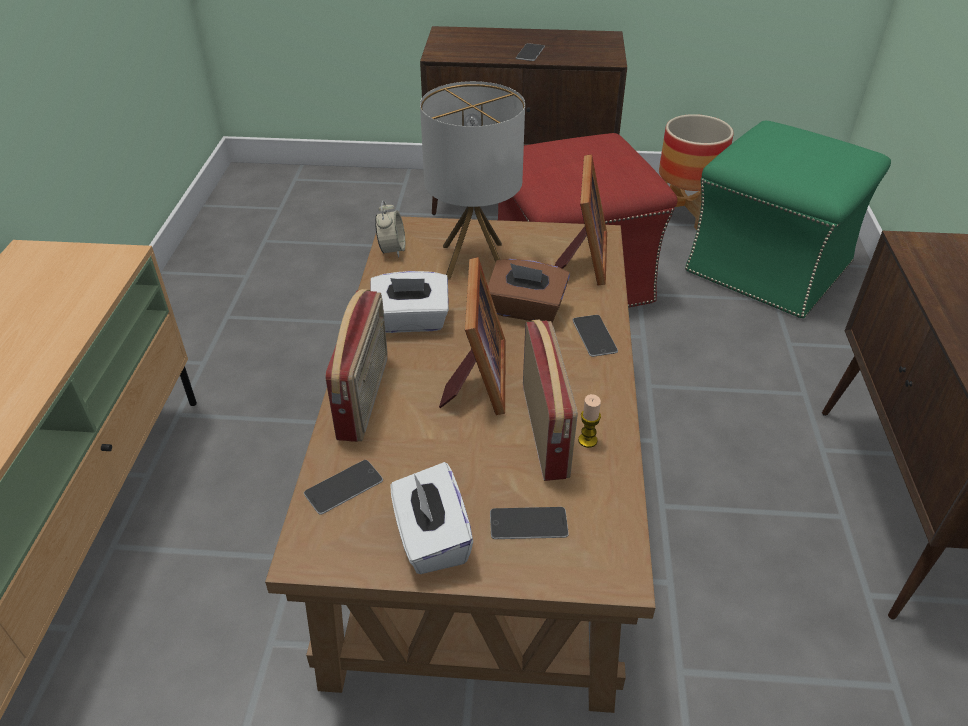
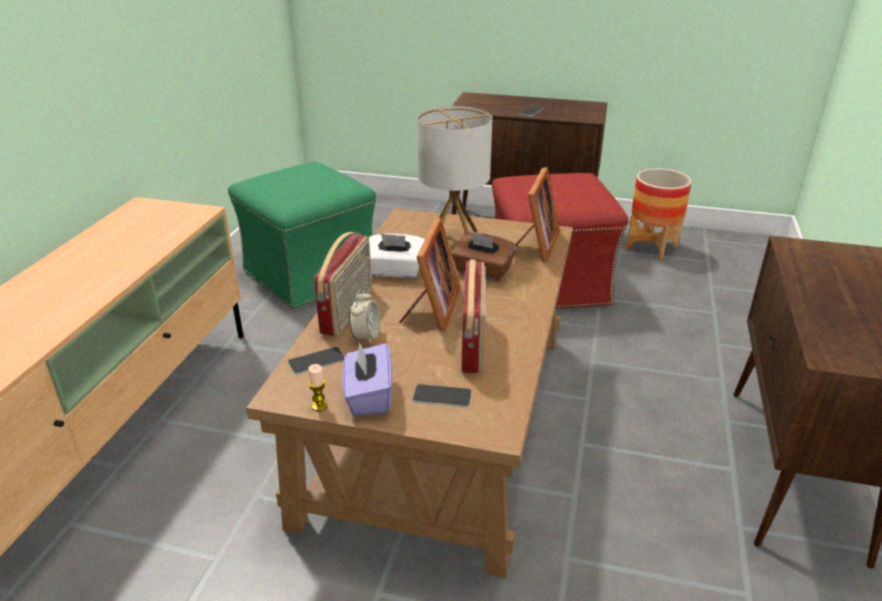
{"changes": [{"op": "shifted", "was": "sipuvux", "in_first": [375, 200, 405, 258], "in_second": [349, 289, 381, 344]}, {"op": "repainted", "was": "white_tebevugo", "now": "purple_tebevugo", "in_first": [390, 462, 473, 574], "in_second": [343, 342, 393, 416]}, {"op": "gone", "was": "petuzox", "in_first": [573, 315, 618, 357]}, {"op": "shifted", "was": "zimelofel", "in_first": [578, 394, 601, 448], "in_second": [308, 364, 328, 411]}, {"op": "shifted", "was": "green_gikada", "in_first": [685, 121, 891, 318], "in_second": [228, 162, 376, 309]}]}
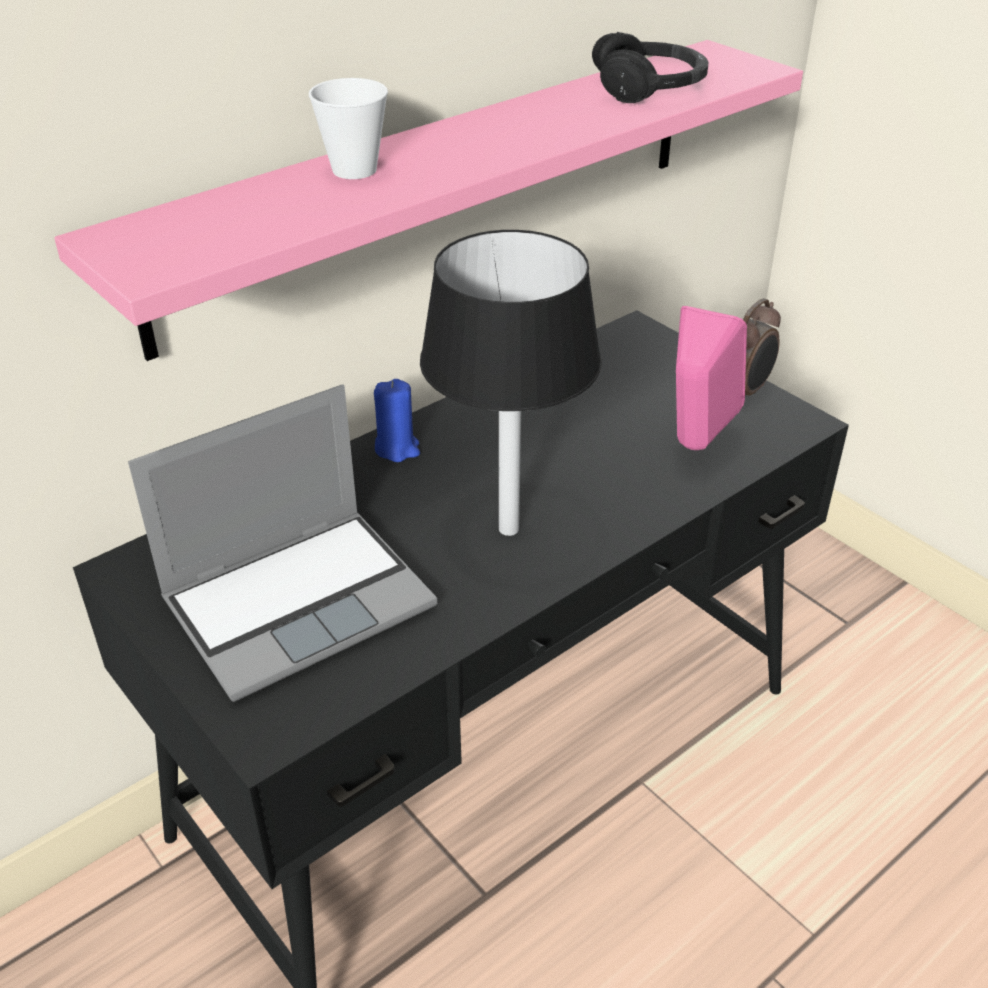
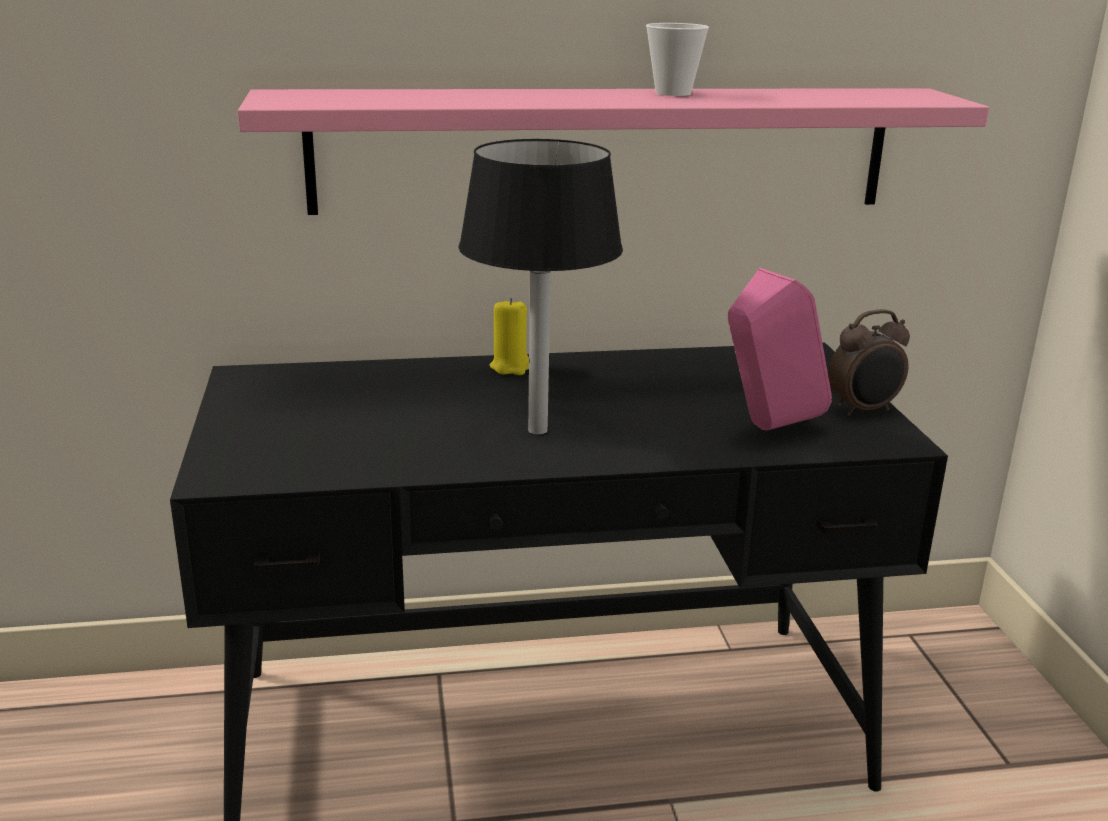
{"changes": [{"op": "gone", "was": "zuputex", "in_first": [128, 385, 437, 702]}, {"op": "shifted", "was": "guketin", "in_first": [309, 78, 388, 179], "in_second": [646, 23, 709, 96]}, {"op": "repainted", "was": "blue_zimelofel", "now": "yellow_zimelofel", "in_first": [374, 379, 420, 462], "in_second": [490, 298, 529, 375]}, {"op": "gone", "was": "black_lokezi", "in_first": [592, 32, 708, 103]}]}
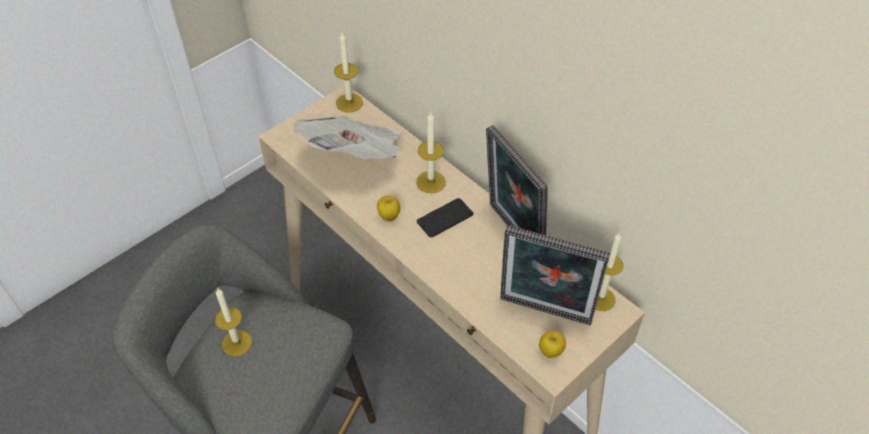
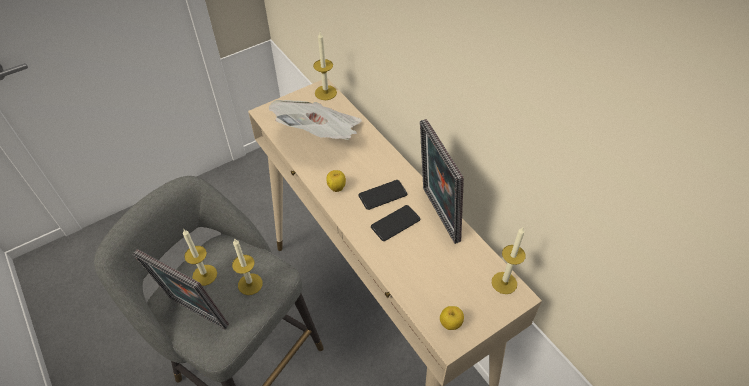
{"changes": [{"op": "shifted", "was": "zimelofel", "in_first": [416, 113, 446, 193], "in_second": [232, 238, 263, 295]}, {"op": "shifted", "was": "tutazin", "in_first": [500, 225, 610, 325], "in_second": [132, 249, 229, 329]}, {"op": "new", "now": "petuzox", "in_second": [371, 205, 420, 241]}]}
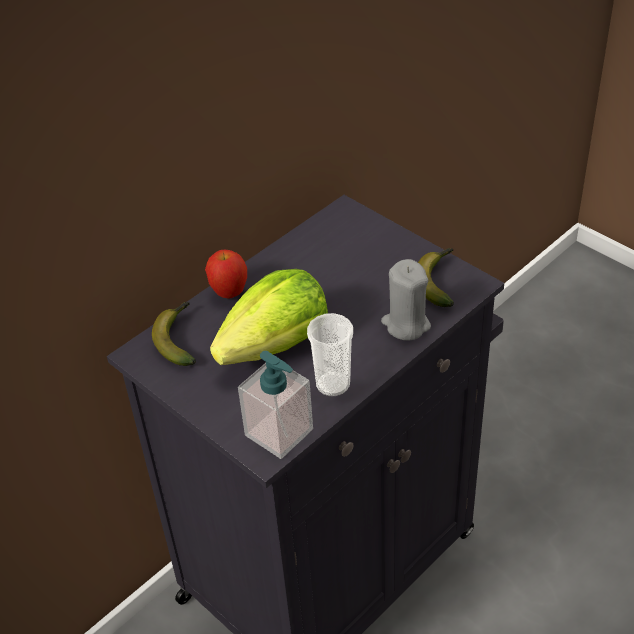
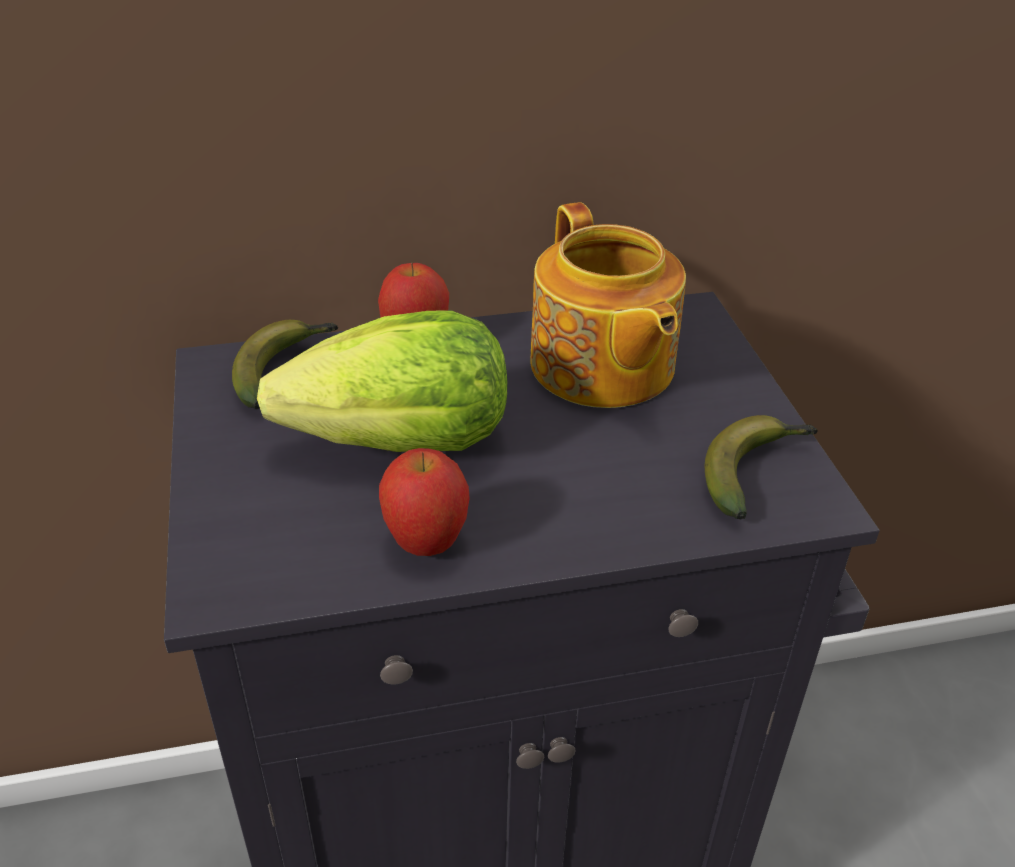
{"changes": [{"op": "gone", "was": "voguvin", "in_first": [238, 351, 313, 459]}, {"op": "swapped", "was": "guketin", "now": "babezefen", "in_first": [307, 313, 353, 396], "in_second": [379, 448, 470, 556]}, {"op": "gone", "was": "grey_zimelofel", "in_first": [381, 259, 431, 340]}, {"op": "new", "now": "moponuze", "in_second": [530, 202, 686, 408]}]}
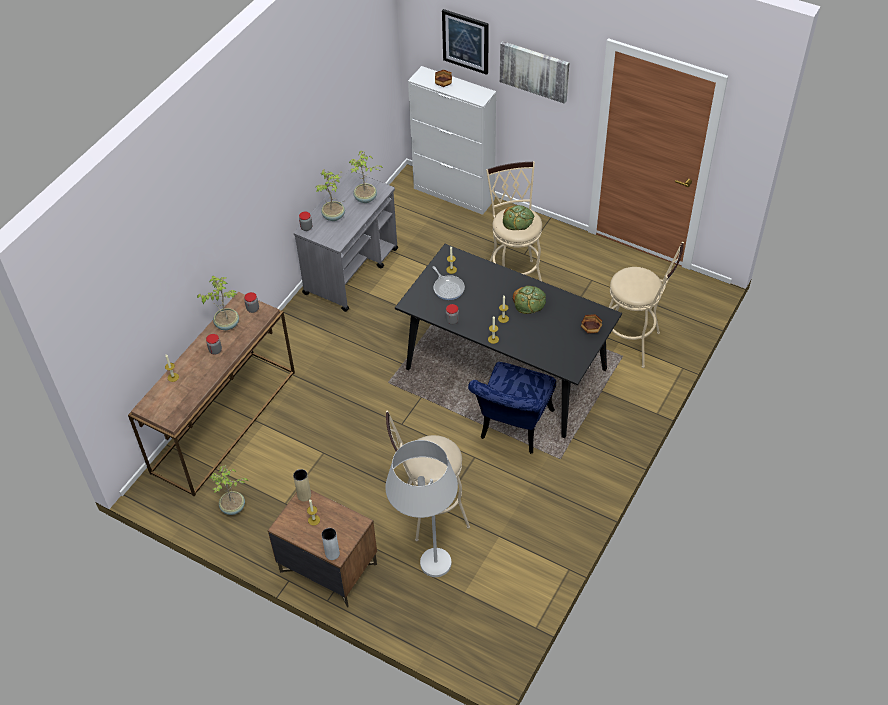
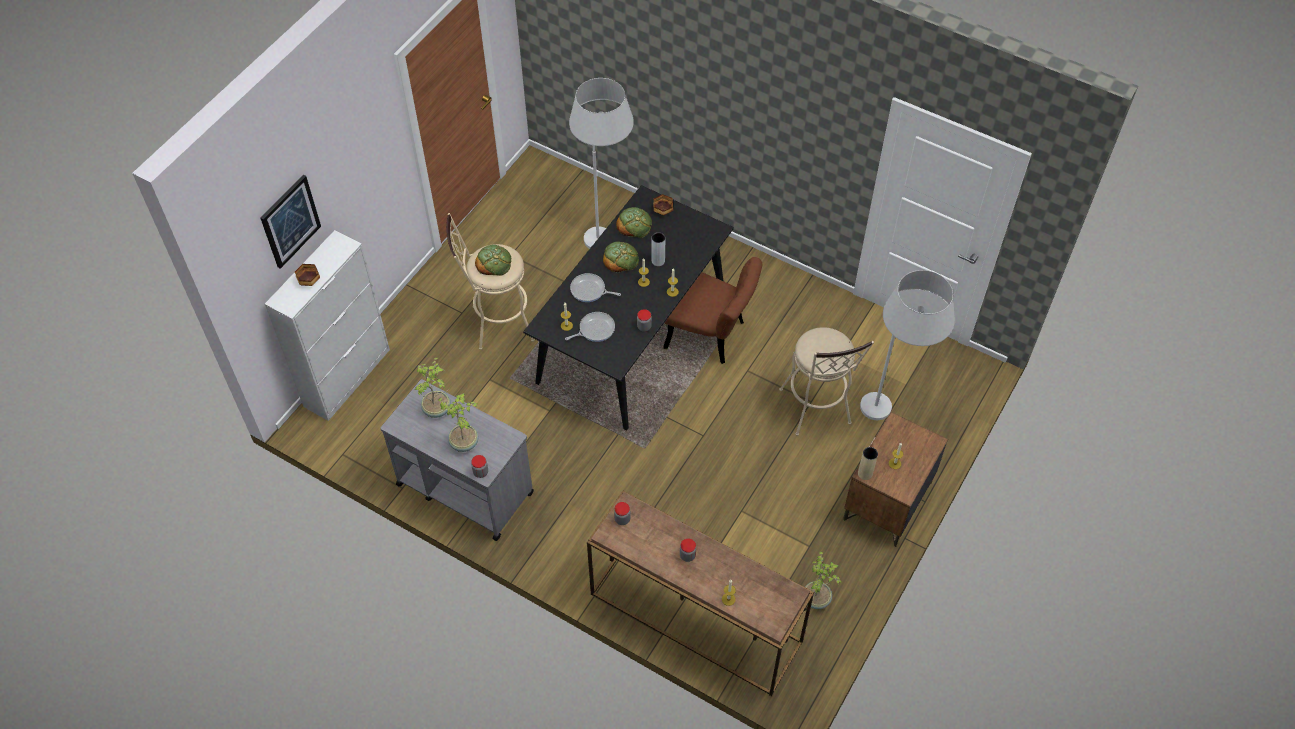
{"changes": [{"op": "gone", "was": "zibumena", "in_first": [197, 276, 239, 330]}, {"op": "shifted", "was": "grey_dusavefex", "in_first": [322, 528, 340, 560], "in_second": [651, 232, 665, 266]}, {"op": "repainted", "was": "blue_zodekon", "now": "brown_zodekon", "in_first": [468, 362, 556, 454], "in_second": [664, 257, 762, 364]}, {"op": "gone", "was": "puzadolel", "in_first": [500, 41, 569, 104]}, {"op": "swapped", "was": "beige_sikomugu", "now": "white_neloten", "in_first": [609, 242, 684, 368], "in_second": [569, 78, 634, 249]}, {"op": "new", "now": "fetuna", "in_second": [570, 273, 621, 302]}, {"op": "new", "now": "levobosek", "in_second": [616, 207, 652, 238]}]}
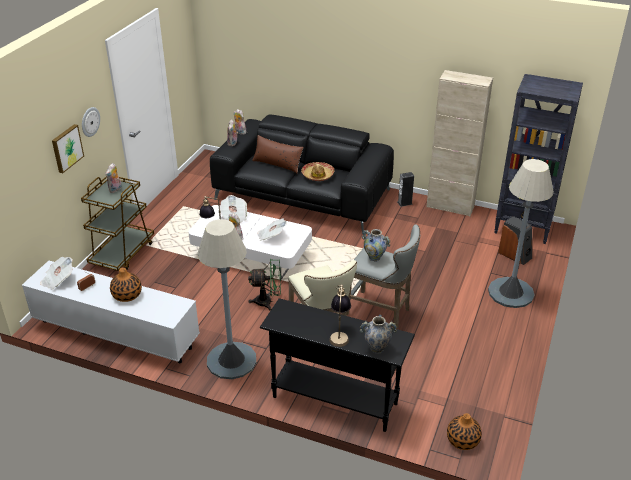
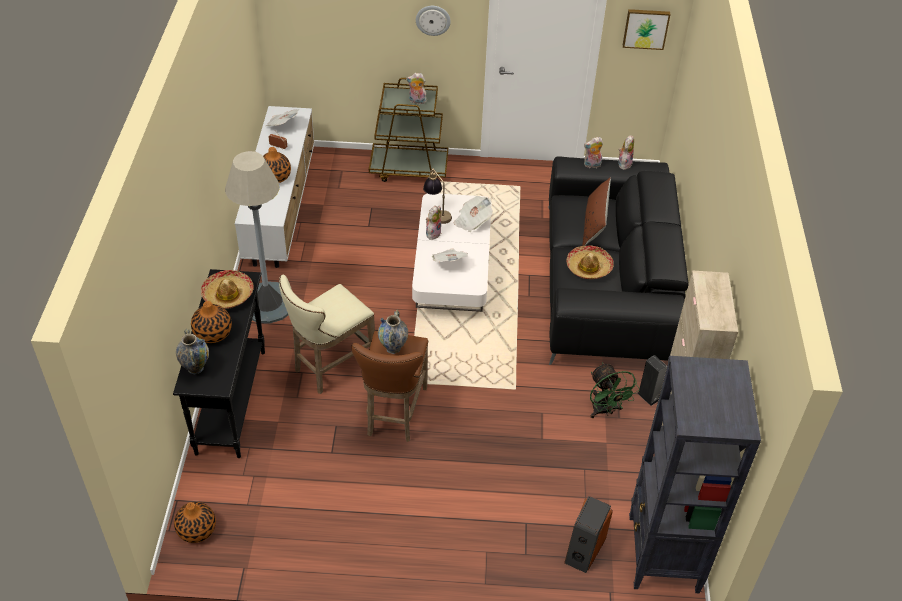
{"changes": [{"op": "shifted", "was": "puzadolel", "in_first": [52, 124, 84, 173], "in_second": [623, 9, 670, 50]}, {"op": "shifted", "was": "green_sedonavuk", "in_first": [248, 259, 281, 310], "in_second": [590, 362, 640, 418]}, {"op": "swapped", "was": "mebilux", "now": "dusavefex", "in_first": [329, 284, 351, 347], "in_second": [191, 301, 232, 343]}, {"op": "repainted", "was": "grey_sikomugu", "now": "brown_sikomugu", "in_first": [347, 224, 420, 329], "in_second": [352, 331, 428, 442]}, {"op": "gone", "was": "grey_neloten", "in_first": [488, 159, 554, 308]}, {"op": "new", "now": "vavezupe", "in_second": [201, 270, 254, 309]}]}
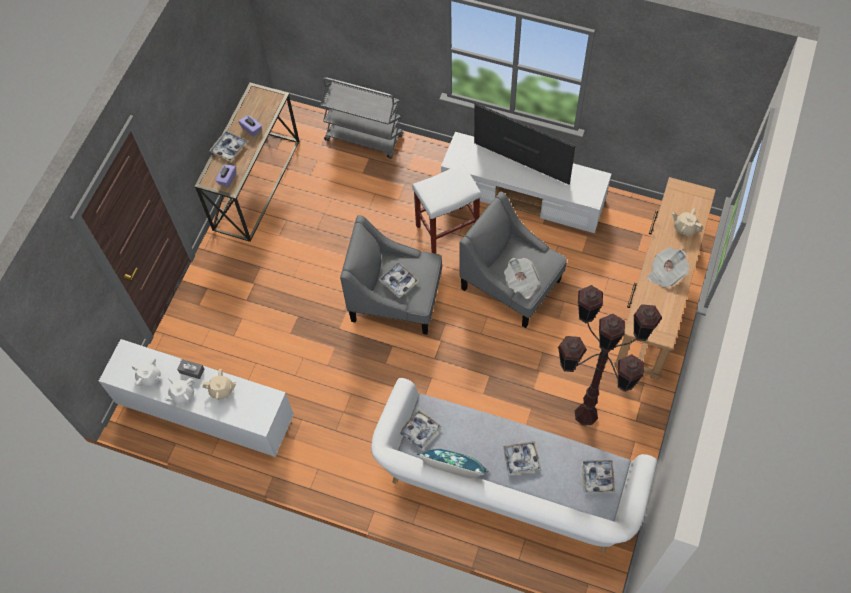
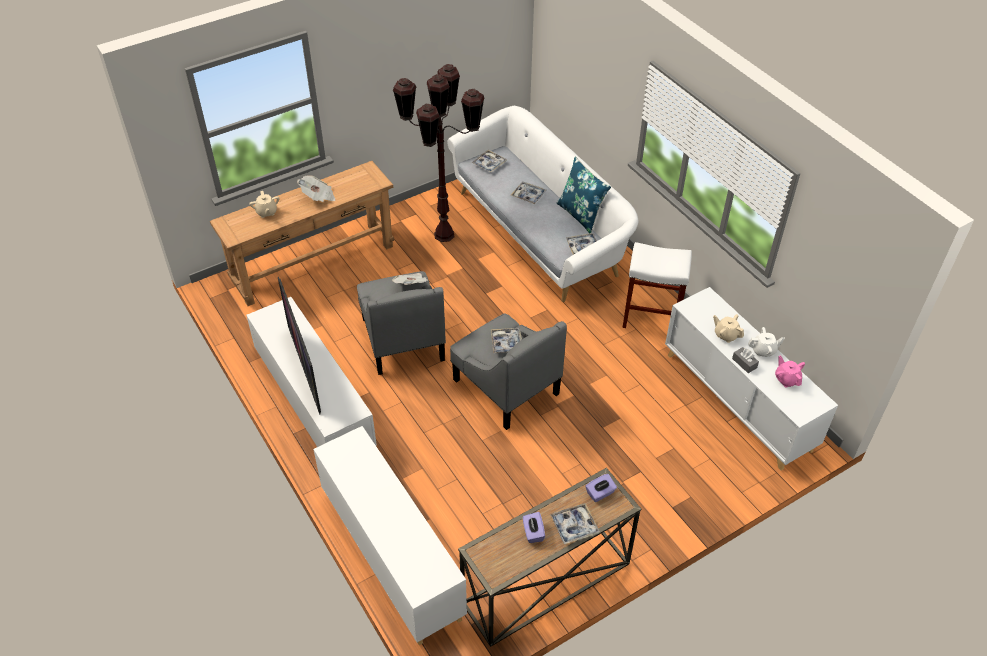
{"changes": [{"op": "repainted", "was": "white_moponuze", "now": "pink_moponuze", "in_first": [132, 358, 161, 387], "in_second": [775, 355, 805, 387]}, {"op": "swapped", "was": "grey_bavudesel", "now": "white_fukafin", "in_first": [320, 77, 403, 158], "in_second": [313, 426, 467, 645]}, {"op": "shifted", "was": "white_sikomugu", "in_first": [412, 163, 481, 254], "in_second": [623, 242, 692, 328]}]}
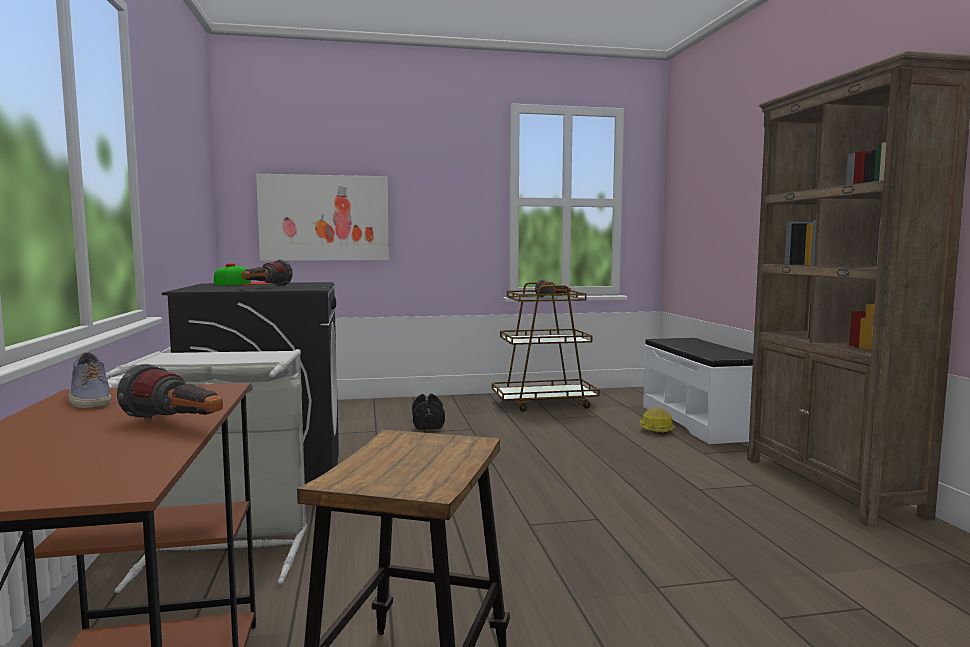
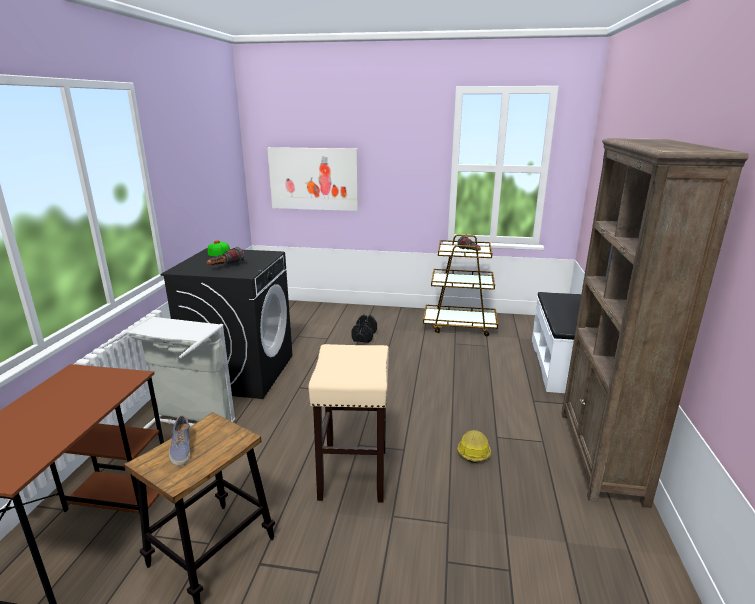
{"changes": [{"op": "shifted", "was": "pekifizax", "in_first": [69, 352, 111, 408], "in_second": [169, 415, 190, 466]}, {"op": "gone", "was": "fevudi", "in_first": [117, 364, 223, 419]}, {"op": "shifted", "was": "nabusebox", "in_first": [639, 407, 675, 435], "in_second": [457, 430, 491, 463]}, {"op": "new", "now": "beige_sikomugu", "in_second": [309, 344, 389, 503]}]}
